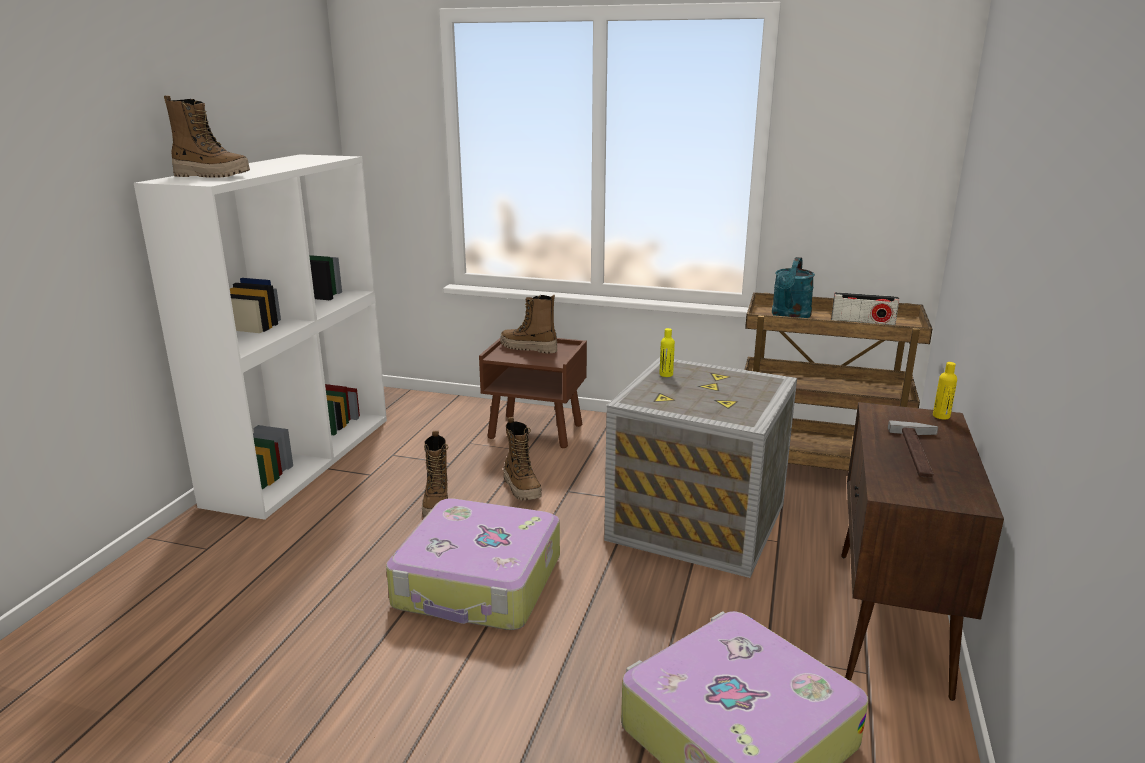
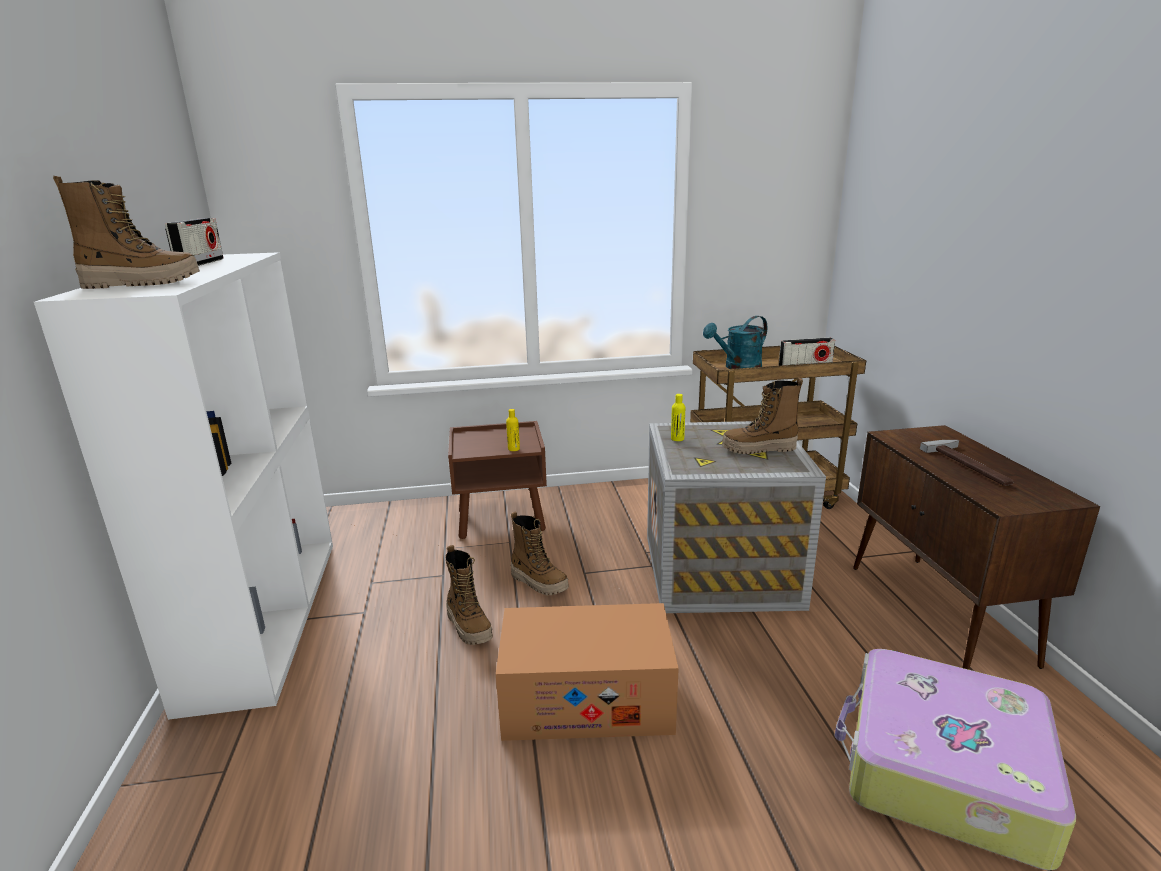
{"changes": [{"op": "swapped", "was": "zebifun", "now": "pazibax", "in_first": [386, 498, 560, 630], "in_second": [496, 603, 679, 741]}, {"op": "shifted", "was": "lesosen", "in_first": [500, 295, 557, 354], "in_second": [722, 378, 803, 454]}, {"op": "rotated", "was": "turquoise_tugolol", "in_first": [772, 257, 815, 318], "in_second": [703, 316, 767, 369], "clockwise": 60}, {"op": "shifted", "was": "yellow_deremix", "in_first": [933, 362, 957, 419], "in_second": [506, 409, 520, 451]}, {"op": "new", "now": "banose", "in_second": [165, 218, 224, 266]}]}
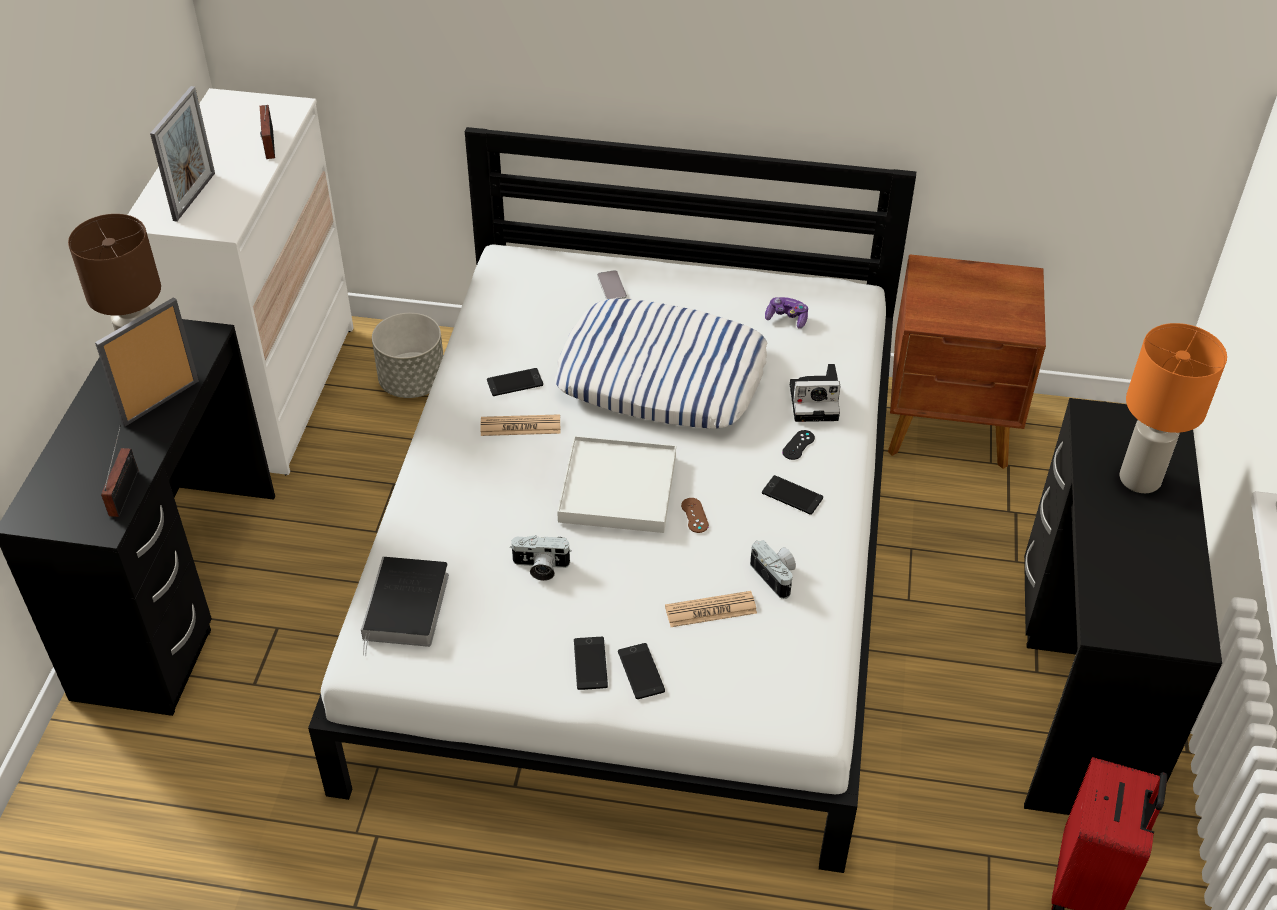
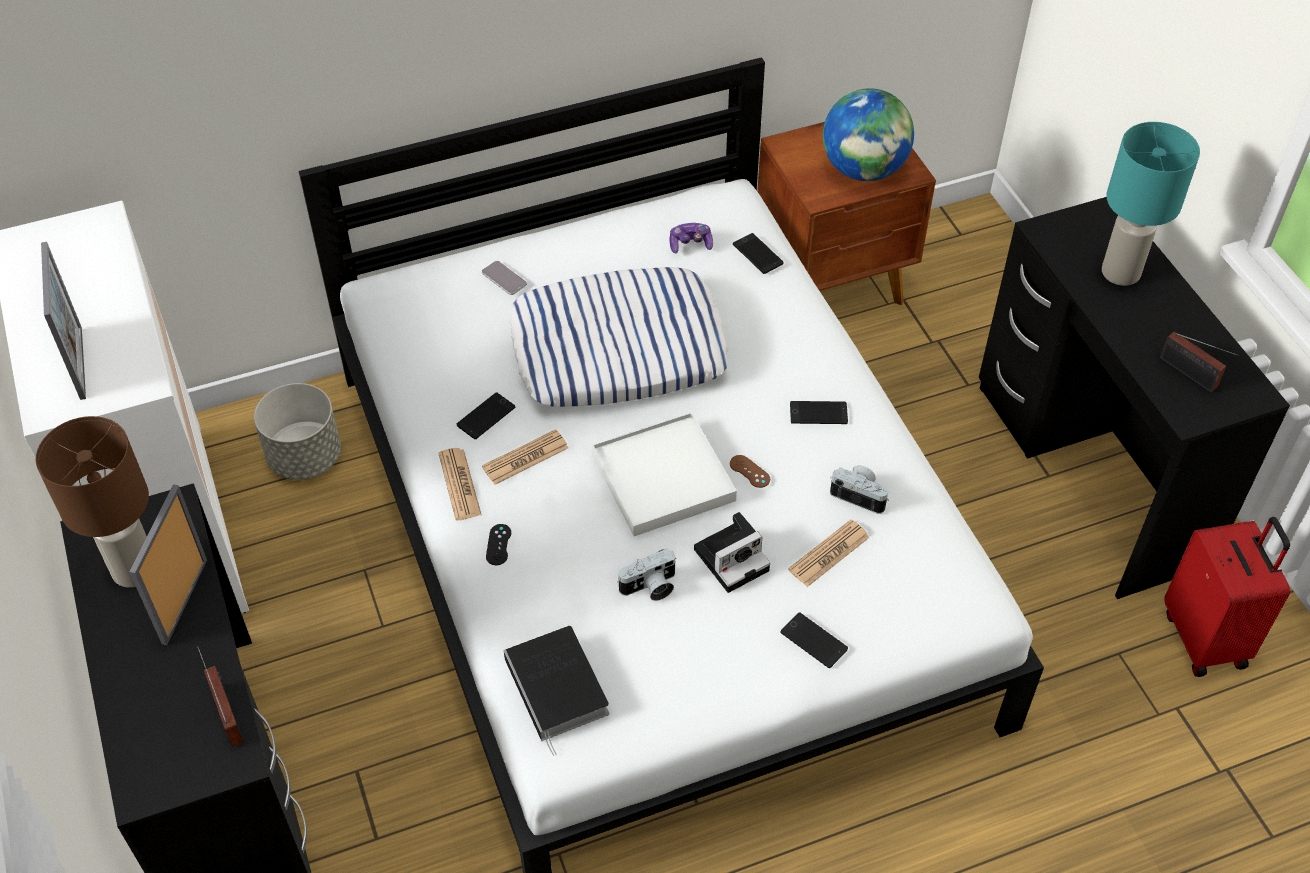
{"changes": [{"op": "shifted", "was": "banose", "in_first": [260, 105, 275, 159], "in_second": [1160, 332, 1238, 392]}, {"op": "shifted", "was": "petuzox", "in_first": [574, 637, 608, 690], "in_second": [733, 233, 784, 274]}, {"op": "shifted", "was": "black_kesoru", "in_first": [782, 430, 815, 460], "in_second": [486, 524, 511, 565]}, {"op": "shifted", "was": "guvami", "in_first": [790, 364, 841, 422], "in_second": [694, 512, 770, 593]}, {"op": "repainted", "was": "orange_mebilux", "now": "turquoise_mebilux", "in_first": [1120, 323, 1227, 493], "in_second": [1102, 122, 1200, 286]}, {"op": "new", "now": "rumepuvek", "in_second": [438, 448, 482, 520]}, {"op": "new", "now": "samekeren", "in_second": [823, 88, 914, 181]}]}
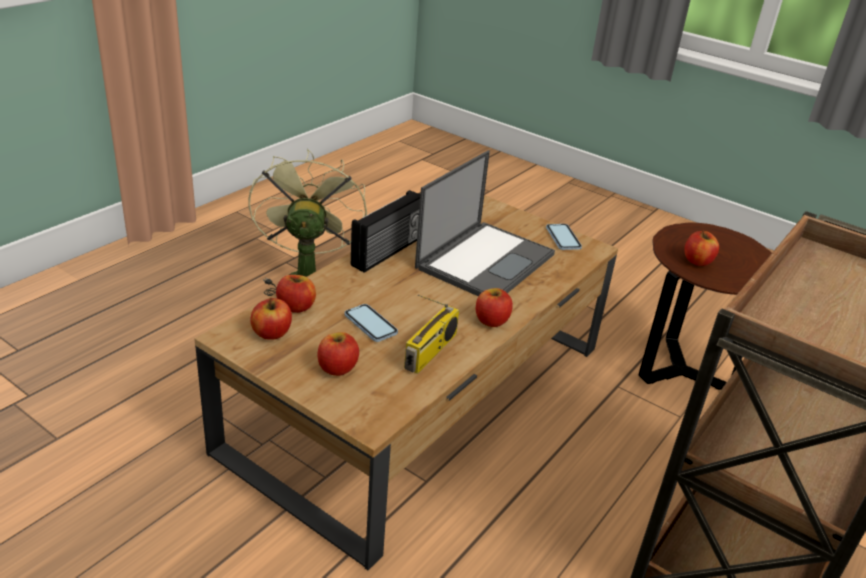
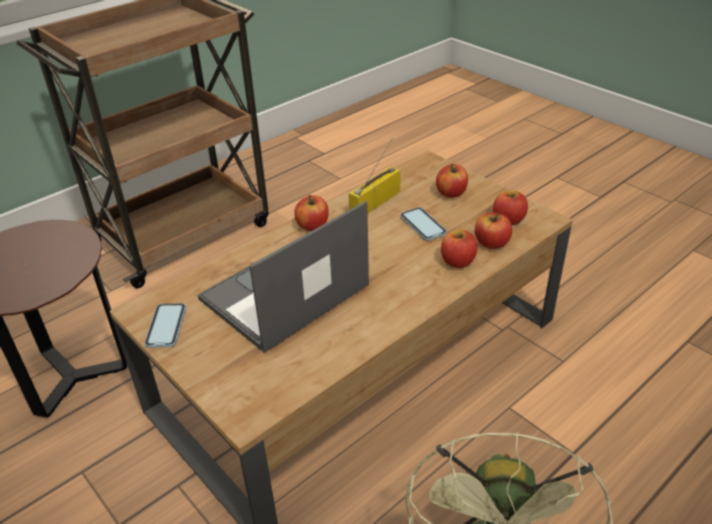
{"changes": [{"op": "gone", "was": "banose", "in_first": [351, 190, 420, 273]}, {"op": "shifted", "was": "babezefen", "in_first": [684, 230, 719, 266], "in_second": [441, 230, 478, 268]}]}
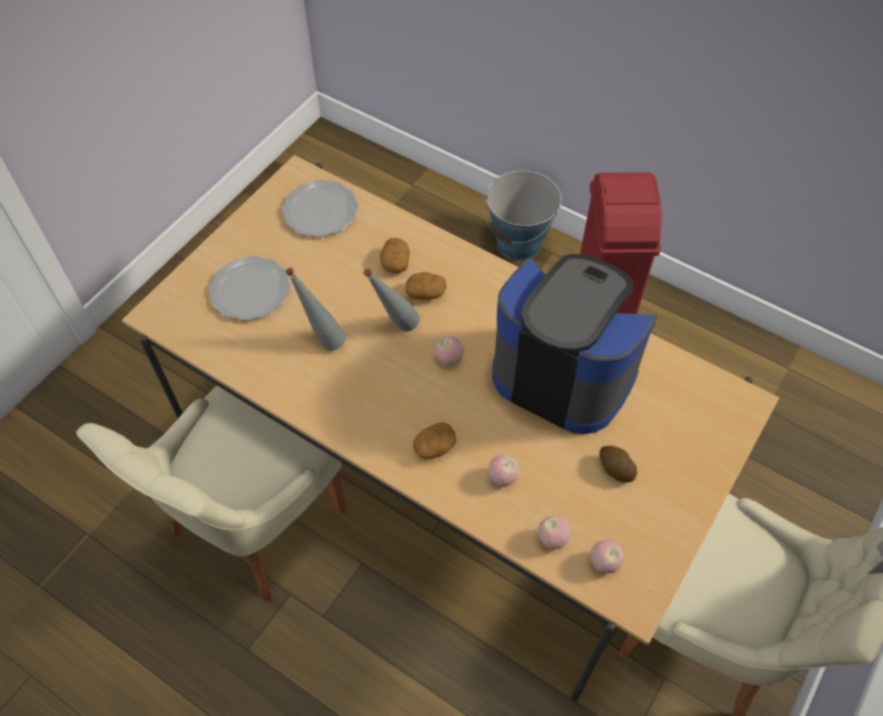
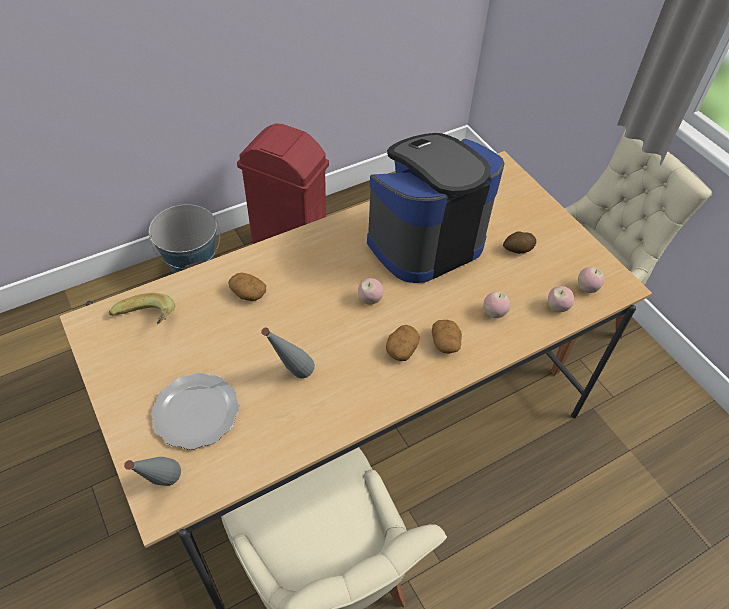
{"changes": [{"op": "swapped", "was": "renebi", "now": "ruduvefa", "in_first": [282, 180, 358, 237], "in_second": [109, 293, 175, 324]}, {"op": "shifted", "was": "grey_deremix", "in_first": [363, 269, 420, 332], "in_second": [124, 457, 181, 486]}, {"op": "shifted", "was": "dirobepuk", "in_first": [405, 272, 447, 300], "in_second": [386, 325, 420, 361]}]}
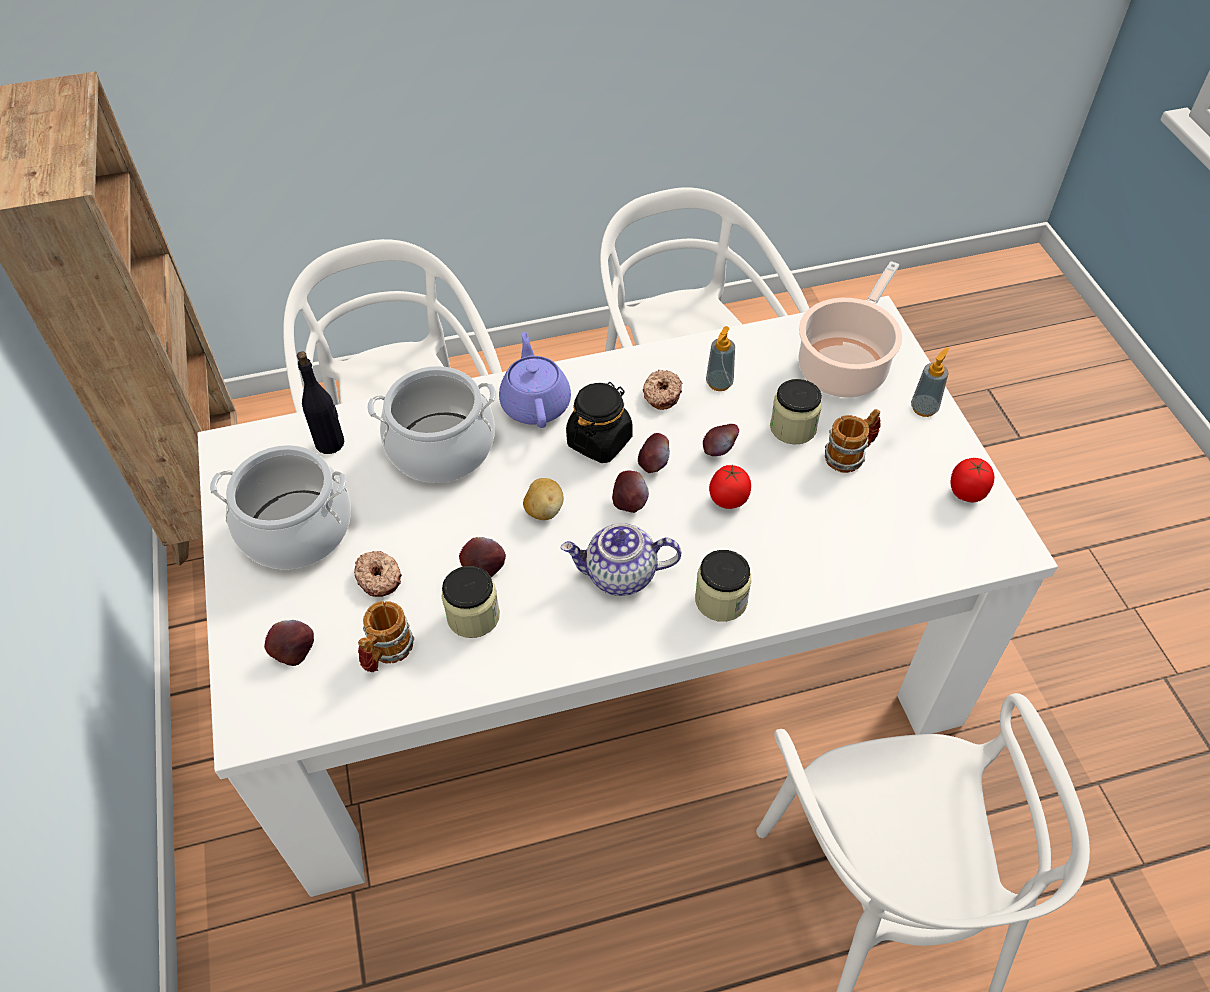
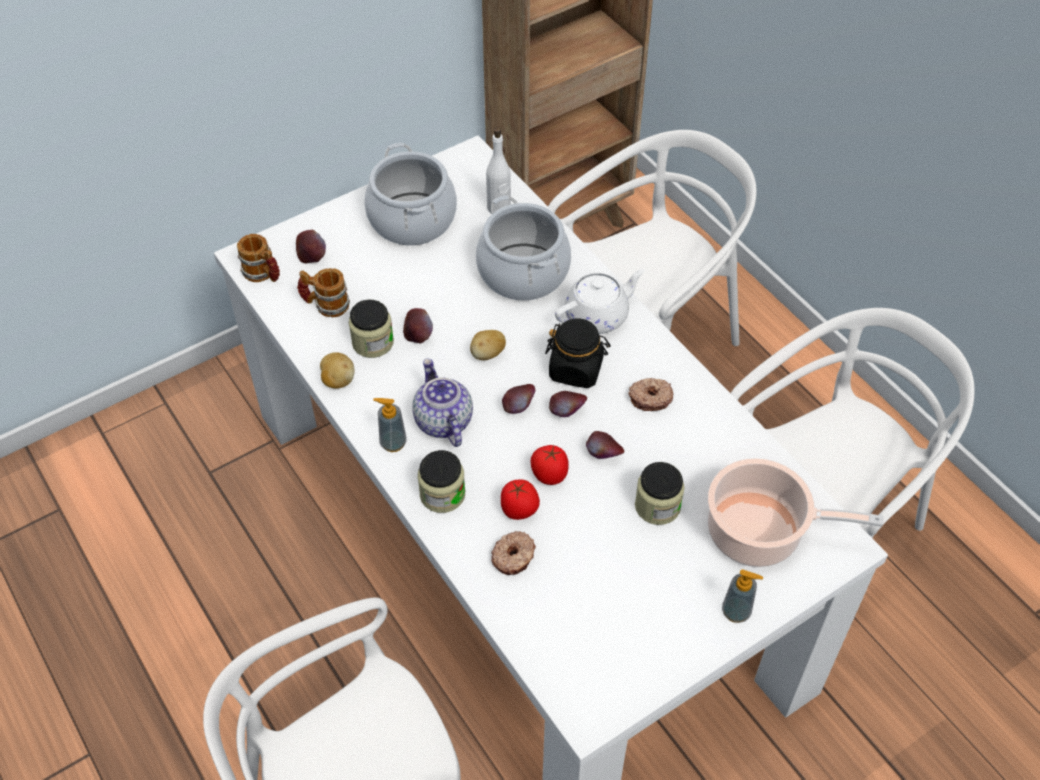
{"changes": [{"op": "repainted", "was": "black_deremix", "now": "white_deremix", "in_first": [297, 351, 344, 454], "in_second": [486, 127, 511, 214]}, {"op": "shifted", "was": "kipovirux", "in_first": [354, 551, 402, 597], "in_second": [491, 531, 536, 575]}, {"op": "repainted", "was": "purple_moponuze", "now": "white_moponuze", "in_first": [499, 332, 571, 428], "in_second": [555, 269, 645, 334]}, {"op": "shifted", "was": "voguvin", "in_first": [706, 326, 735, 391], "in_second": [373, 398, 407, 452]}, {"op": "shifted", "was": "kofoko", "in_first": [825, 409, 881, 473], "in_second": [237, 234, 280, 282]}, {"op": "shifted", "was": "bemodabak", "in_first": [951, 458, 995, 502], "in_second": [501, 480, 540, 520]}, {"op": "new", "now": "dirobepuk", "in_second": [320, 352, 354, 389]}]}
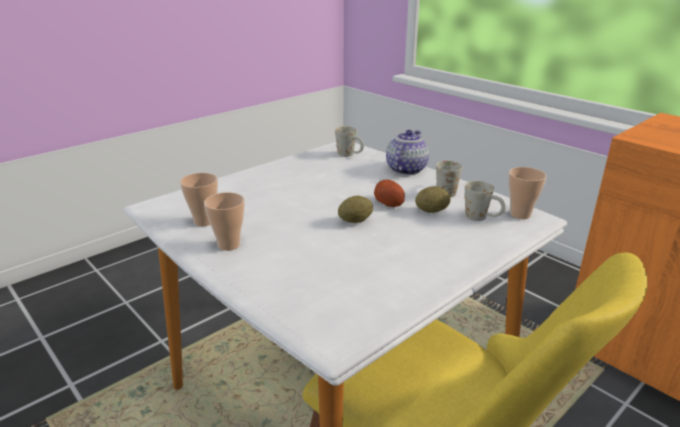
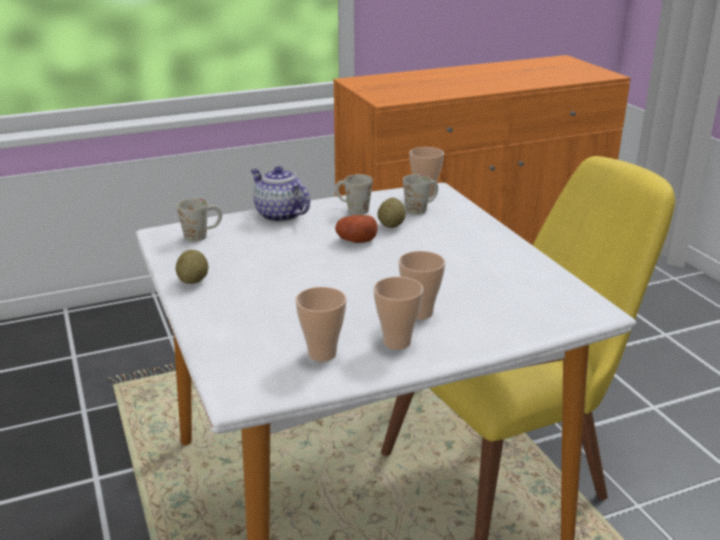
{"changes": [{"op": "shifted", "was": "dirobepuk", "in_first": [338, 196, 373, 223], "in_second": [175, 250, 209, 284]}, {"op": "new", "now": "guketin", "in_second": [399, 251, 445, 320]}]}
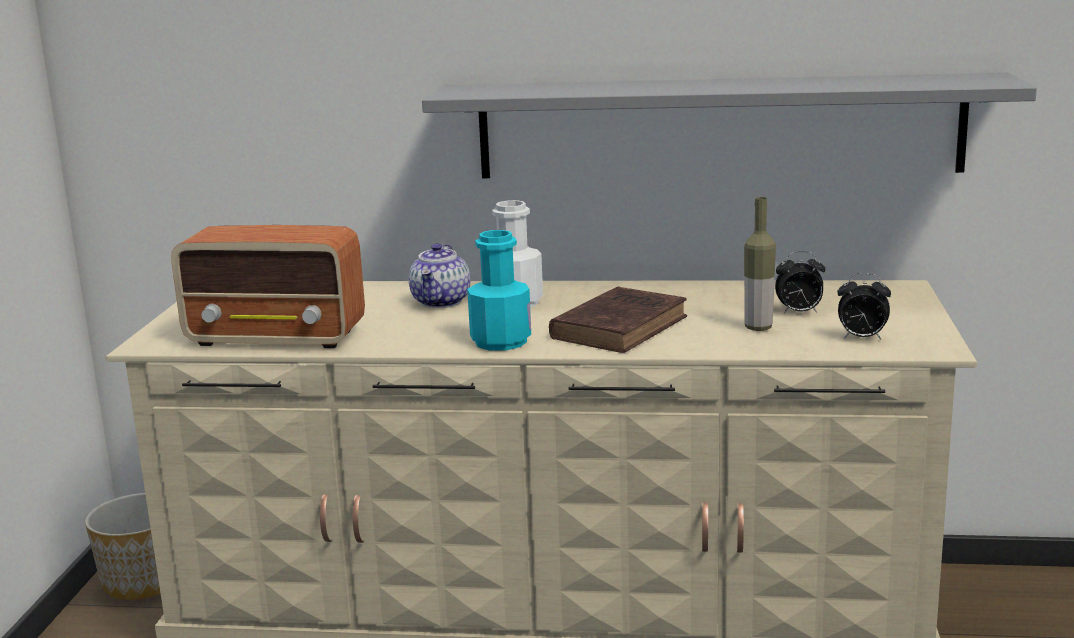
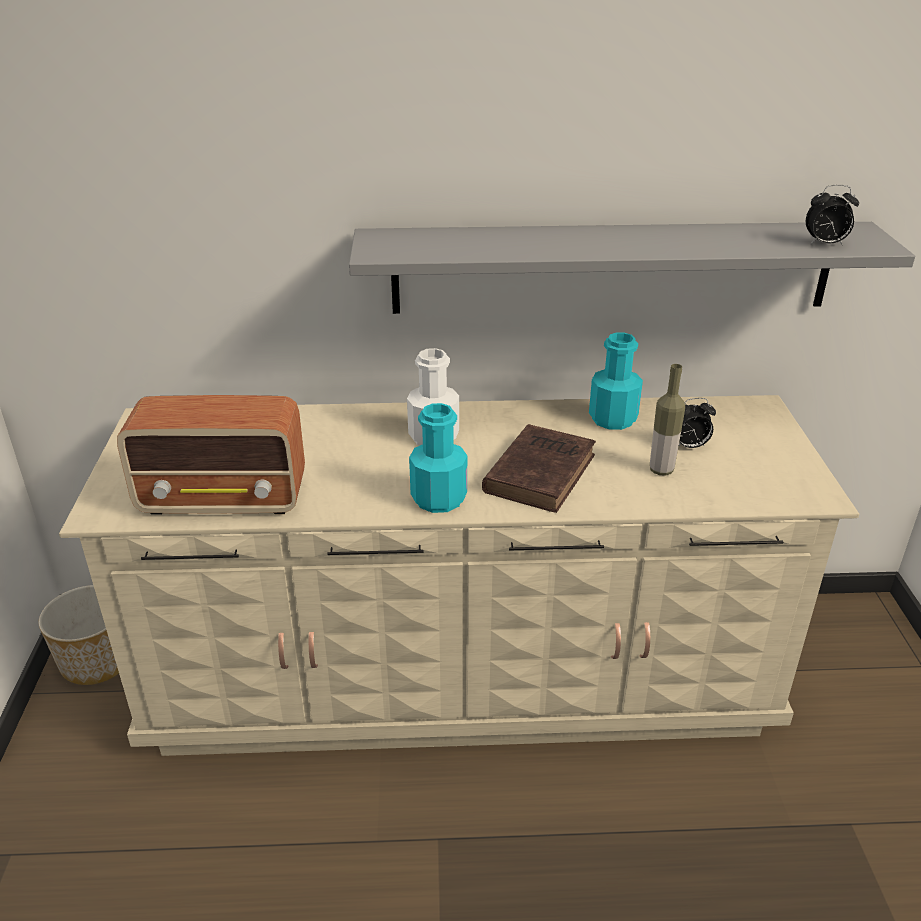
{"changes": [{"op": "gone", "was": "moponuze", "in_first": [409, 243, 470, 308]}, {"op": "shifted", "was": "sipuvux", "in_first": [837, 273, 891, 339], "in_second": [806, 185, 859, 245]}, {"op": "new", "now": "turquoise_deremix", "in_second": [589, 332, 643, 430]}]}
